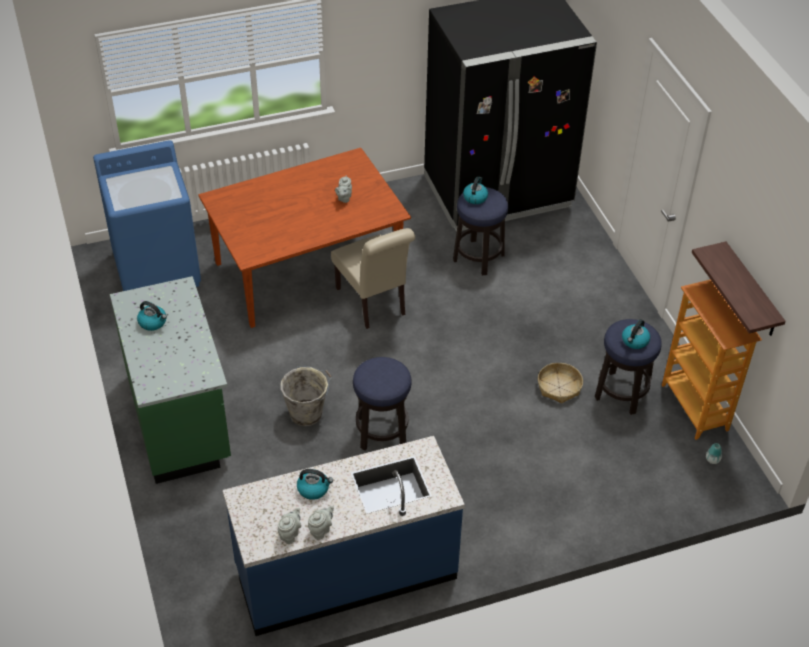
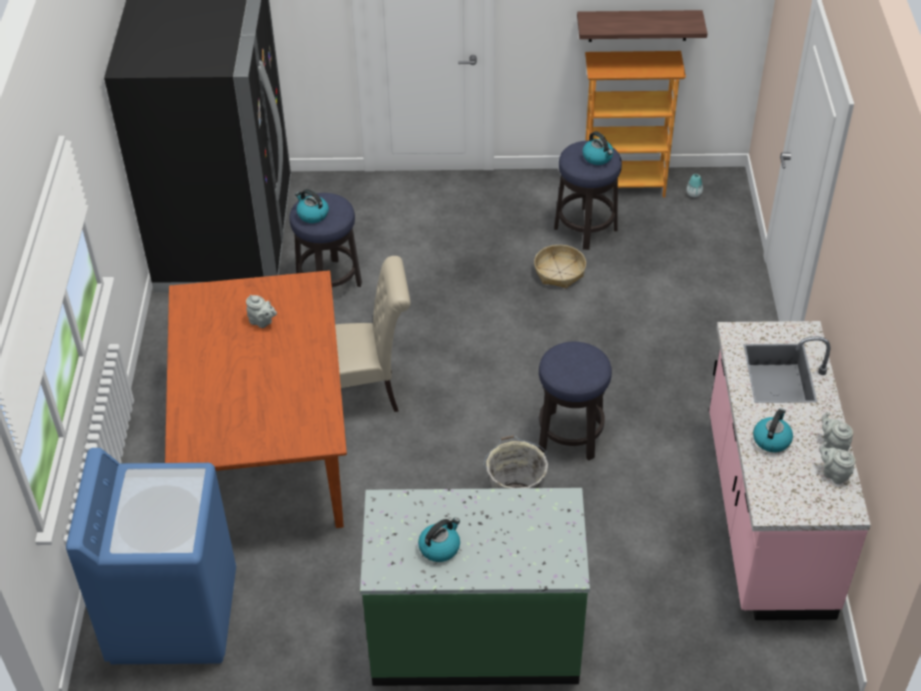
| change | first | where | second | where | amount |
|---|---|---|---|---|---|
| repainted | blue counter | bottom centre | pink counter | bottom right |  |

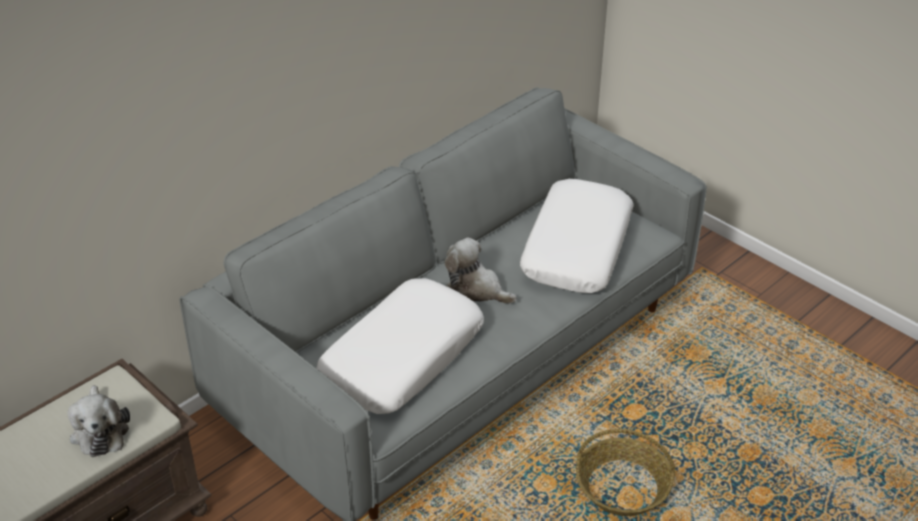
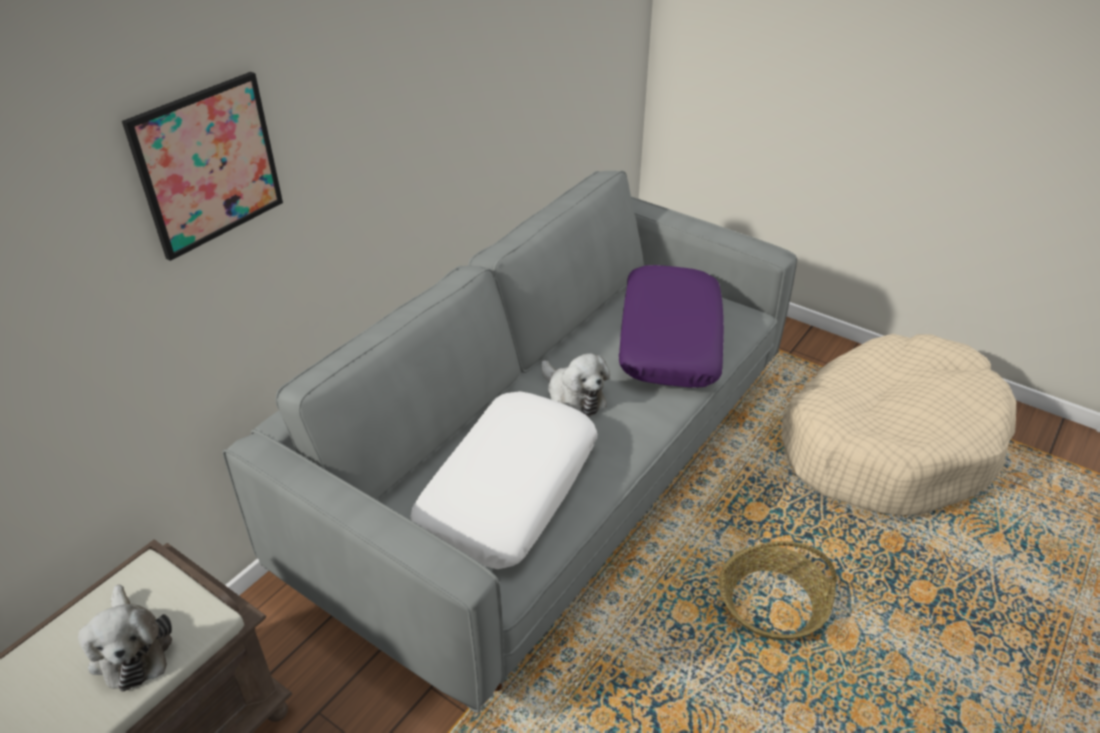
| change | first | where | second | where | amount |
|---|---|---|---|---|---|
| rotated | plush toy (no. 2 from left) | centre |  | centre | 150 degrees counterclockwise |
| repainted | white pillow (no. 2 from left) | centre | purple pillow | centre |  |
| new |  |  | picture | top left |  |
| new |  |  | beige dog bed | middle right |  |

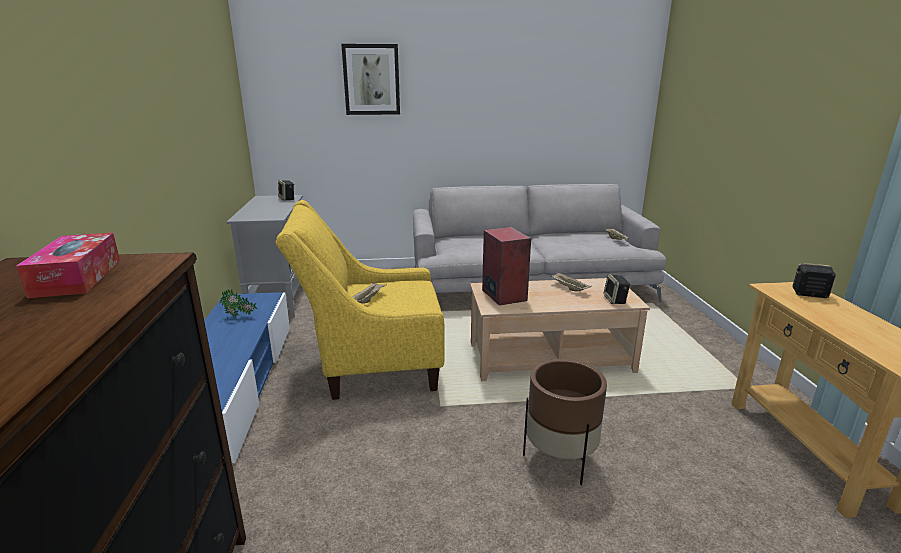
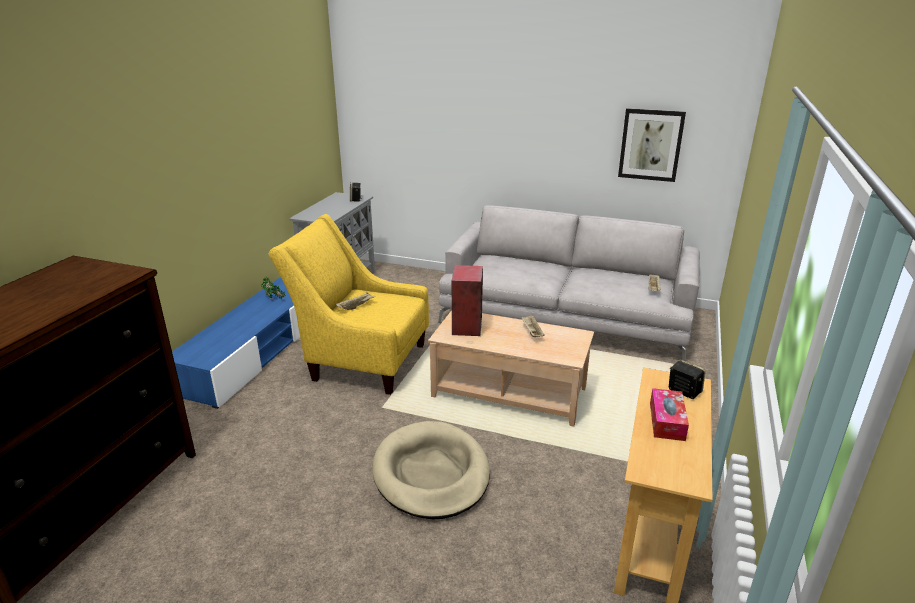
| change | first | where | second | where | amount |
|---|---|---|---|---|---|
| shifted | tissue box | middle left |  | bottom right |  |
| shifted | picture | top centre |  | top right |  |
| swapped | brown planter | bottom centre | beige dog bed | bottom centre |  |
| gone | speaker (no. 3 from left) | middle right |  |  |  |

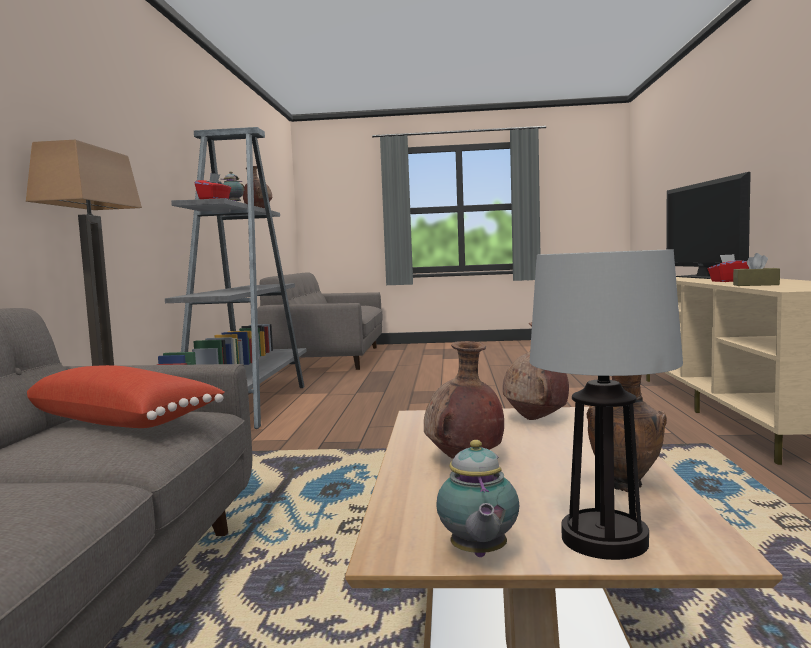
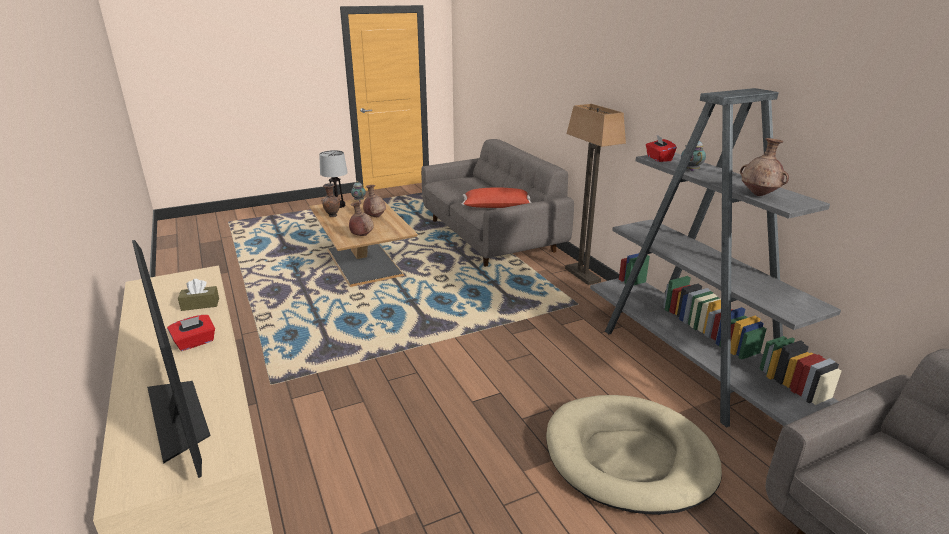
| change | first | where | second | where | amount |
|---|---|---|---|---|---|
| new |  |  | beige dog bed | bottom right |  |

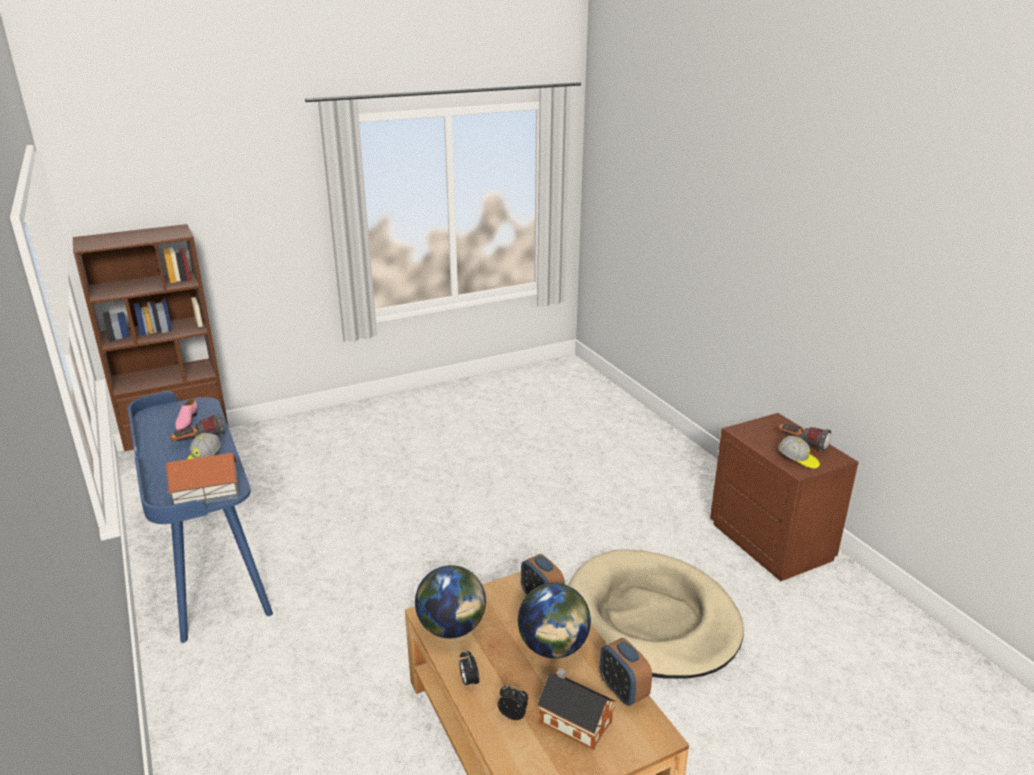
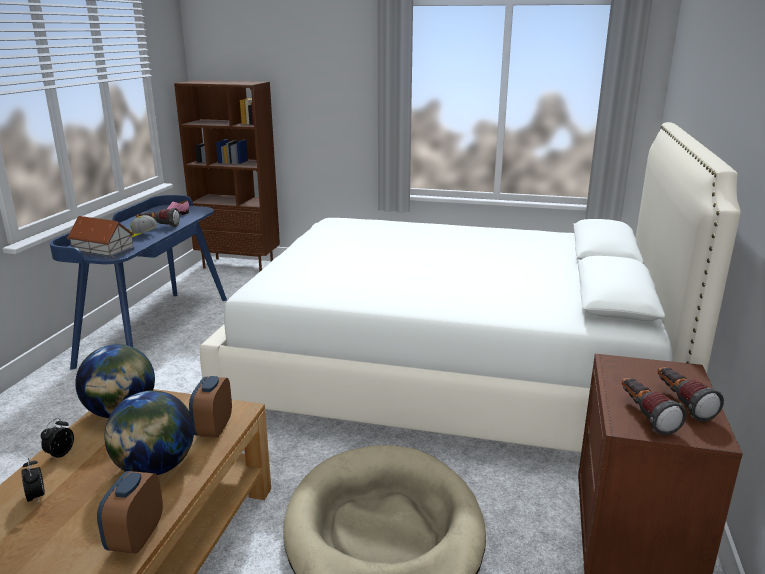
| change | first | where | second | where | amount |
|---|---|---|---|---|---|
| gone | toy house (no. 2 from left) | bottom centre |  |  |  |
| swapped | cap (no. 2 from left) | middle right | flashlight (no. 2 from left) | bottom right |  |
| new |  |  | white bed | centre |  |

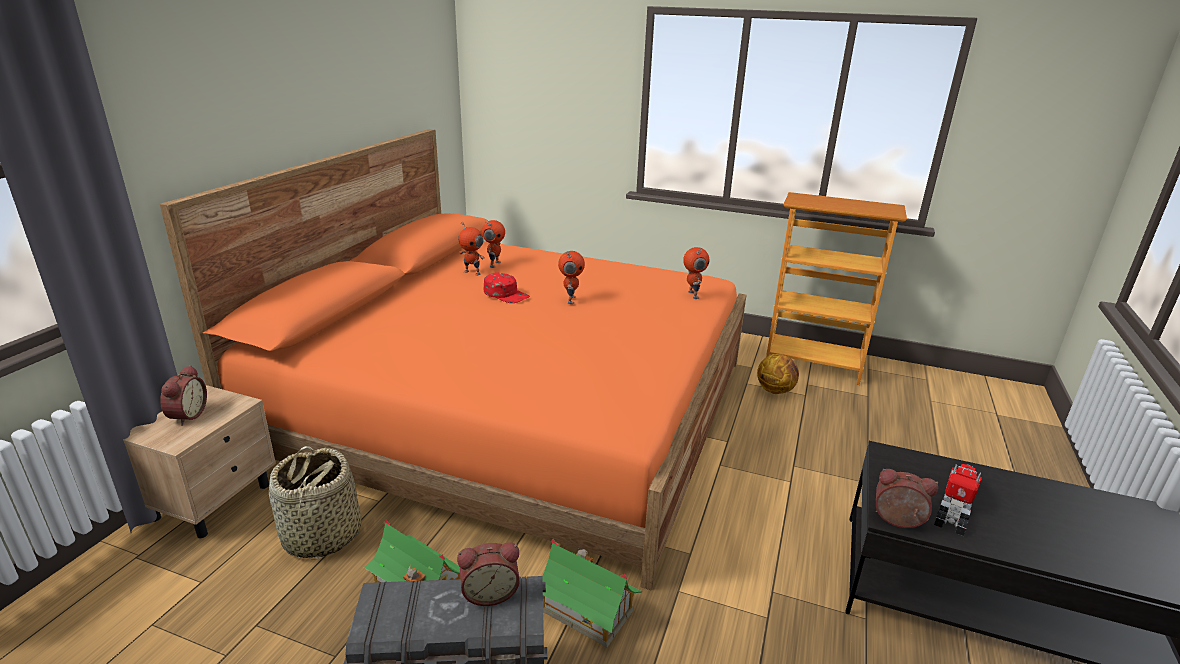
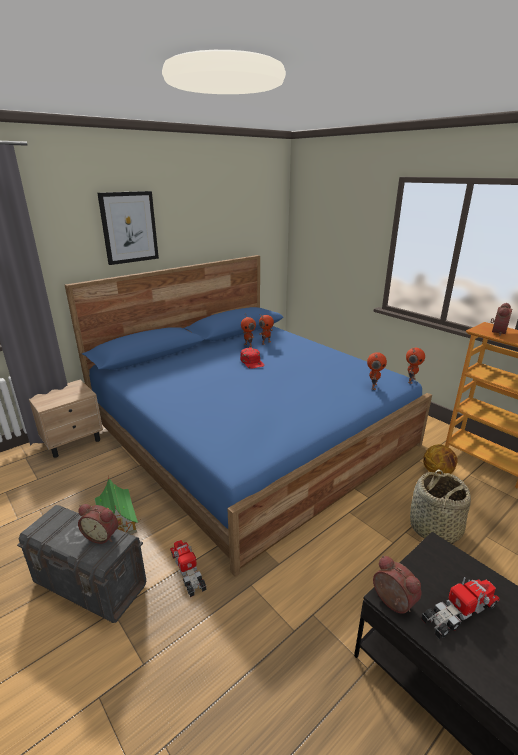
| change | first | where | second | where | amount |
|---|---|---|---|---|---|
| repainted | orange bed | centre | blue bed | centre |  |
| shifted | alarm clock (no. 1 from left in the first image) | middle left | alarm clock (no. 3 from left) | middle right |  |
| shifted | basket | bottom left |  | bottom right |  |
| swapped | toy house (no. 2 from left) | bottom centre | toy truck (no. 1 from left) | bottom centre |  |
| shifted | toy robot (no. 3 from left in the first image) | centre | toy robot (no. 4 from left) | middle right |  |
| new |  |  | picture | top left |  |

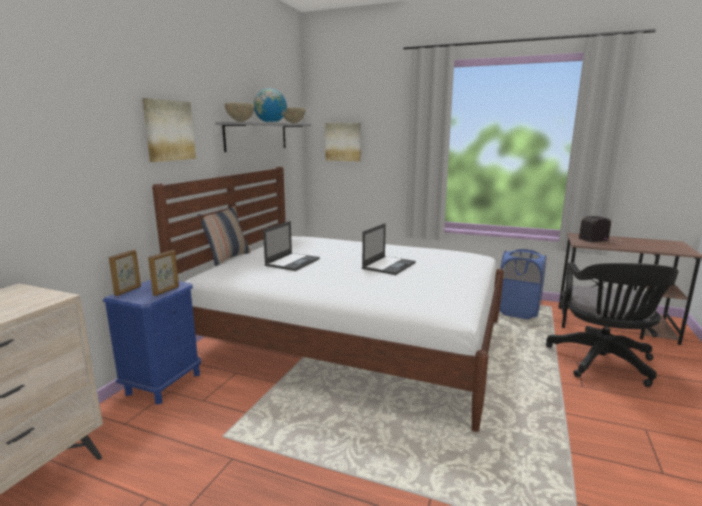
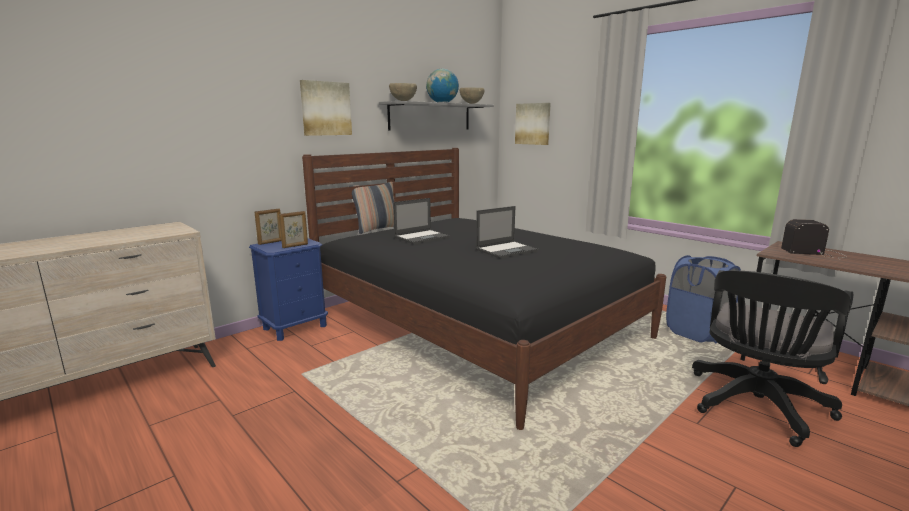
| change | first | where | second | where | amount |
|---|---|---|---|---|---|
| repainted | white bed | centre | black bed | centre |  |

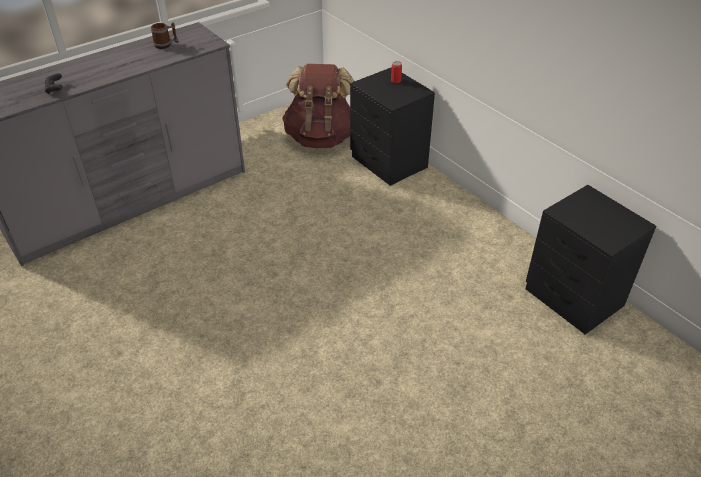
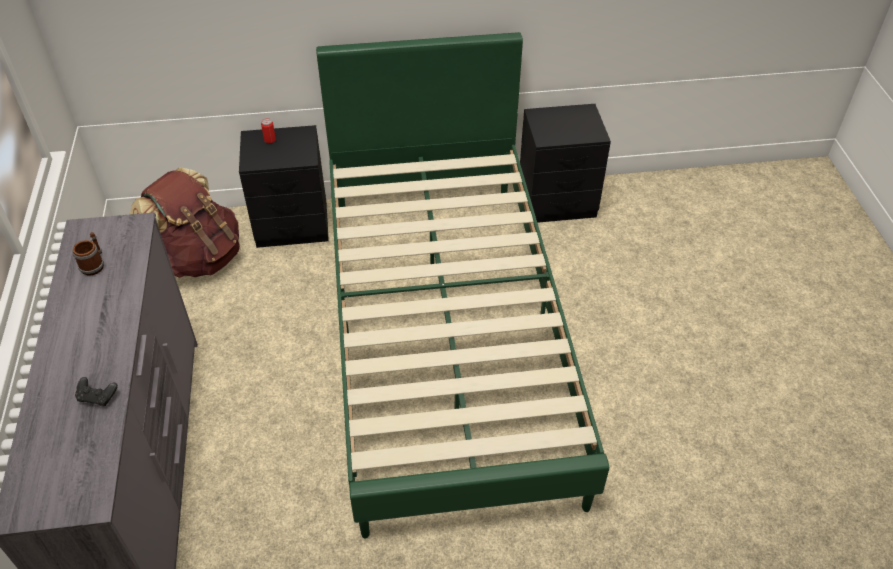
| change | first | where | second | where | amount |
|---|---|---|---|---|---|
| new |  |  | green bed | centre |  |

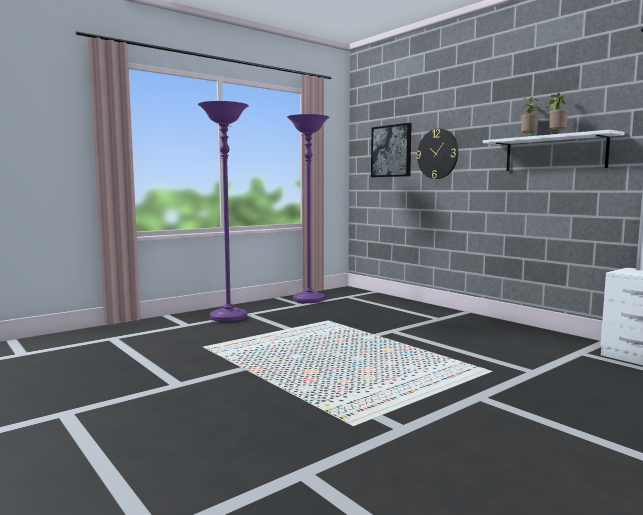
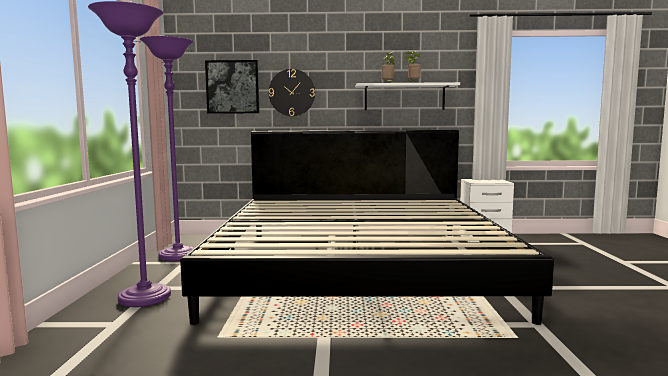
| change | first | where | second | where | amount |
|---|---|---|---|---|---|
| new |  |  | bed | centre |  |

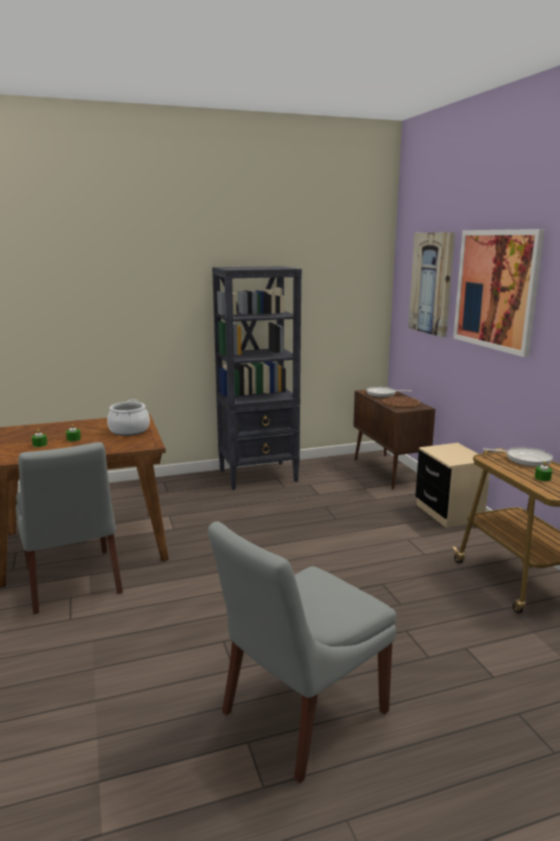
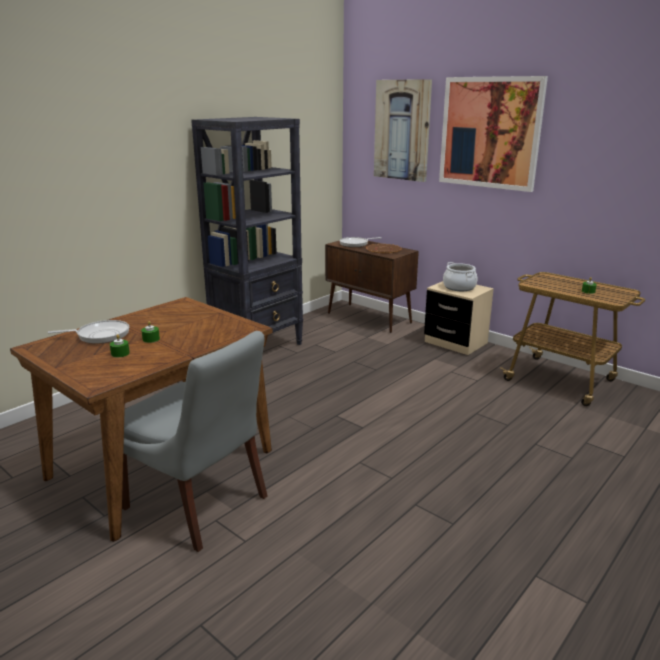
| change | first | where | second | where | amount |
|---|---|---|---|---|---|
| shifted | cooking pot | middle left |  | middle right |  |
| gone | grey chair (no. 2 from left) | bottom centre |  |  |  |
| shifted | frying pan (no. 2 from left in the first image) | middle right | frying pan (no. 1 from left) | middle left |  |

